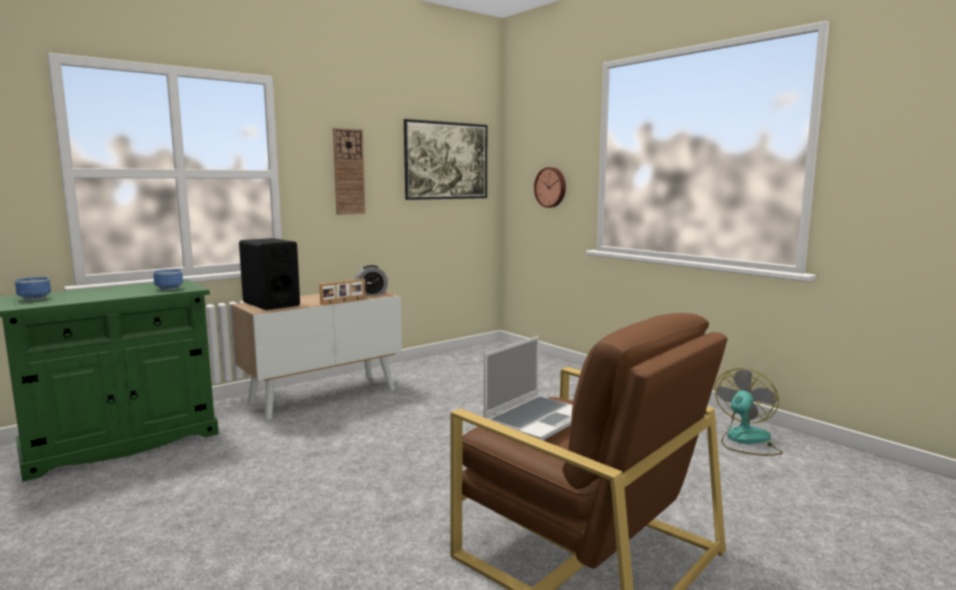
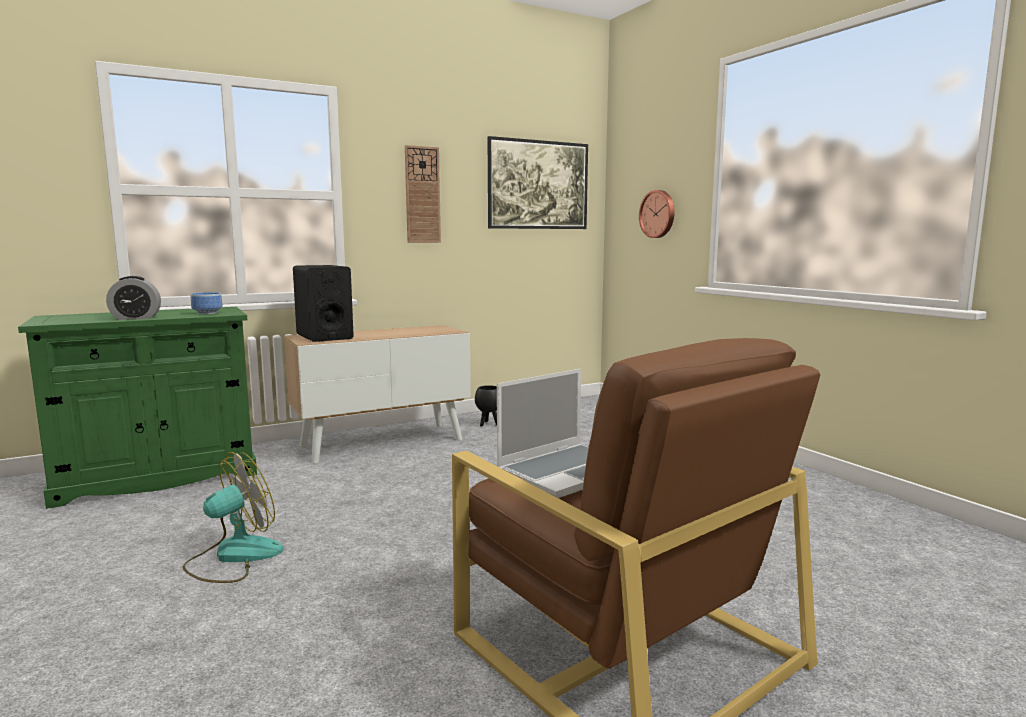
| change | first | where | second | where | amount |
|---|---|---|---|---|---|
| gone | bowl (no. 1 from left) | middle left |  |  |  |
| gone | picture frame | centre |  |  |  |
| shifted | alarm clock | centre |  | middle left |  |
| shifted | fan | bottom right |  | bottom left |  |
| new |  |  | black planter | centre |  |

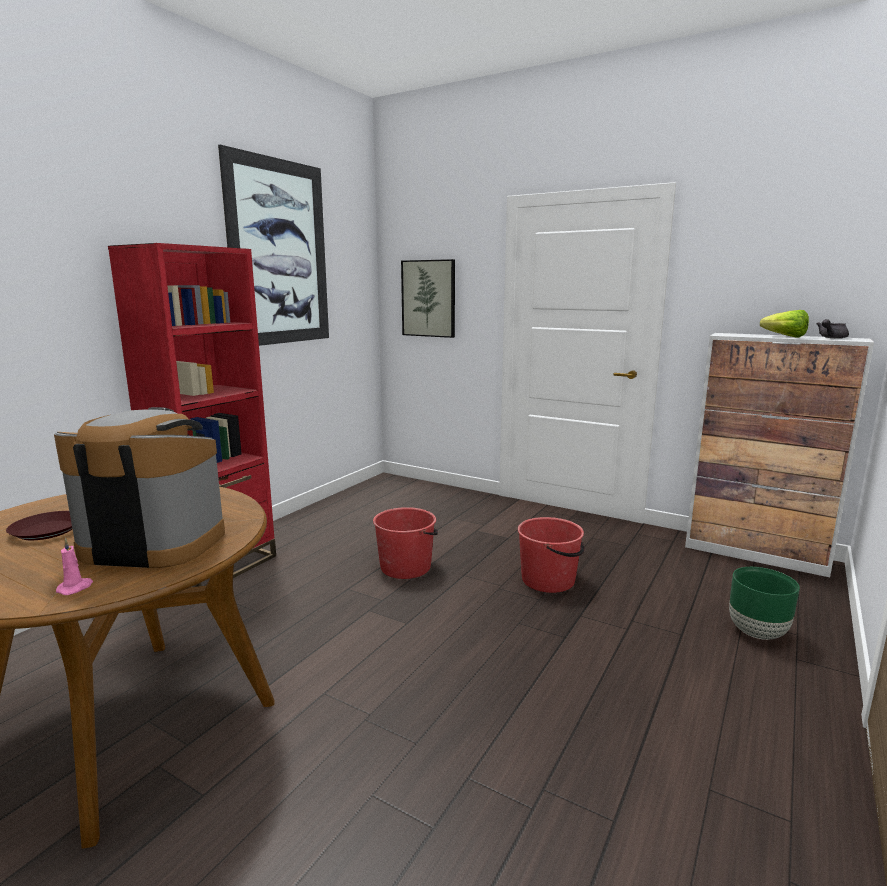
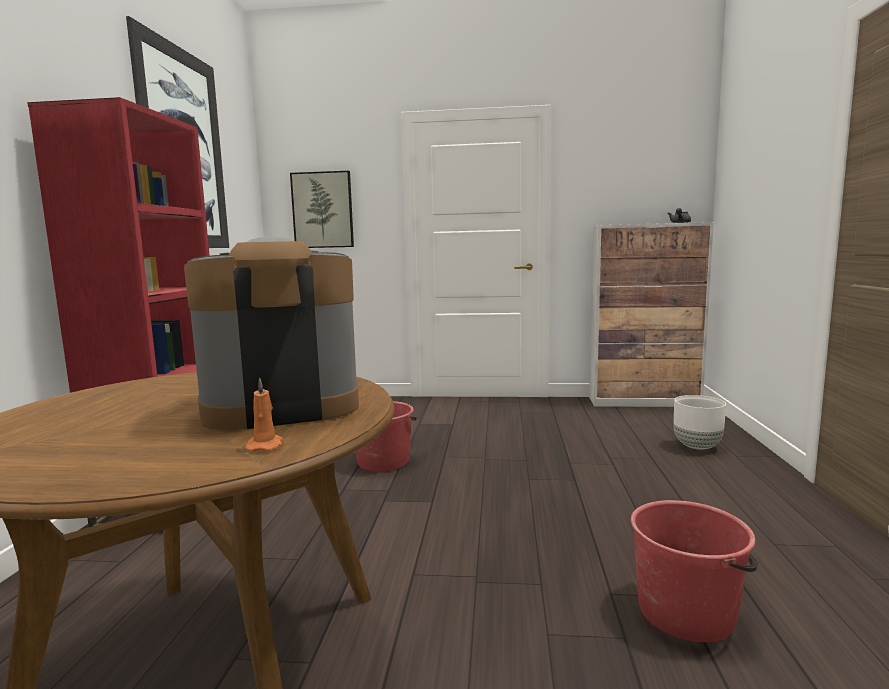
| change | first | where | second | where | amount |
|---|---|---|---|---|---|
| gone | brown plate | middle left |  |  |  |
| repainted | pink candle | middle left | orange candle | middle left |  |
| shifted | red bucket (no. 2 from left) | centre |  | bottom right |  |
| repainted | green planter | bottom right | white planter | middle right |  |
| gone | lettuce | middle right |  |  |  |

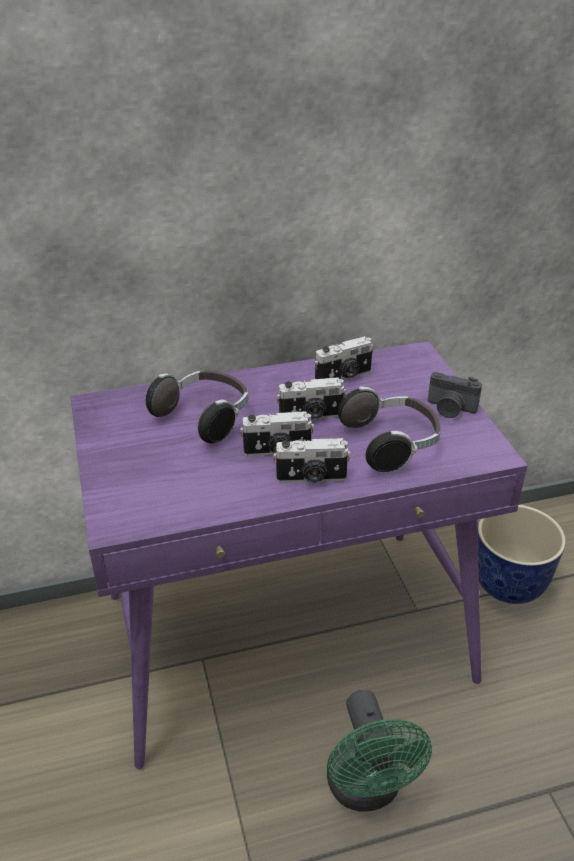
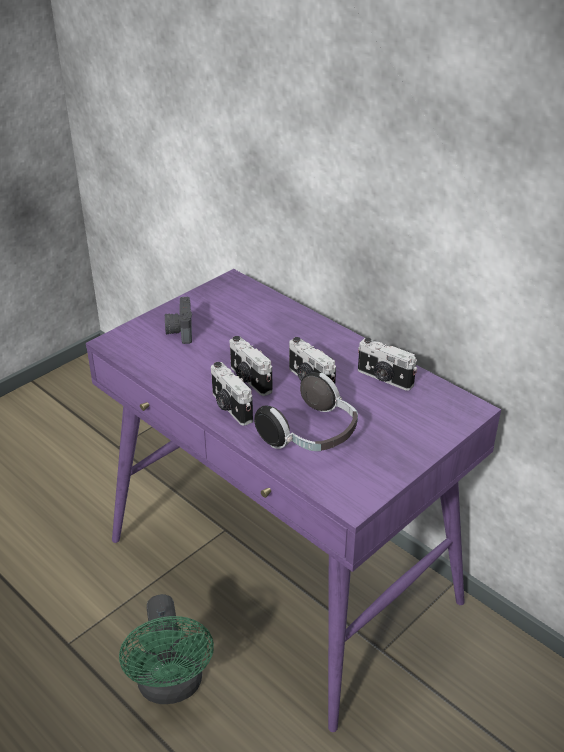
| change | first | where | second | where | amount |
|---|---|---|---|---|---|
| gone | headphones (no. 1 from left) | centre |  |  |  |
| rotated | green fan | bottom centre |  | bottom left | 60 degrees counterclockwise |
| shifted | photo camera (no. 5 from left in the first image) | middle right | photo camera (no. 1 from left) | middle left |  |
| gone | planter | middle right |  |  |  |

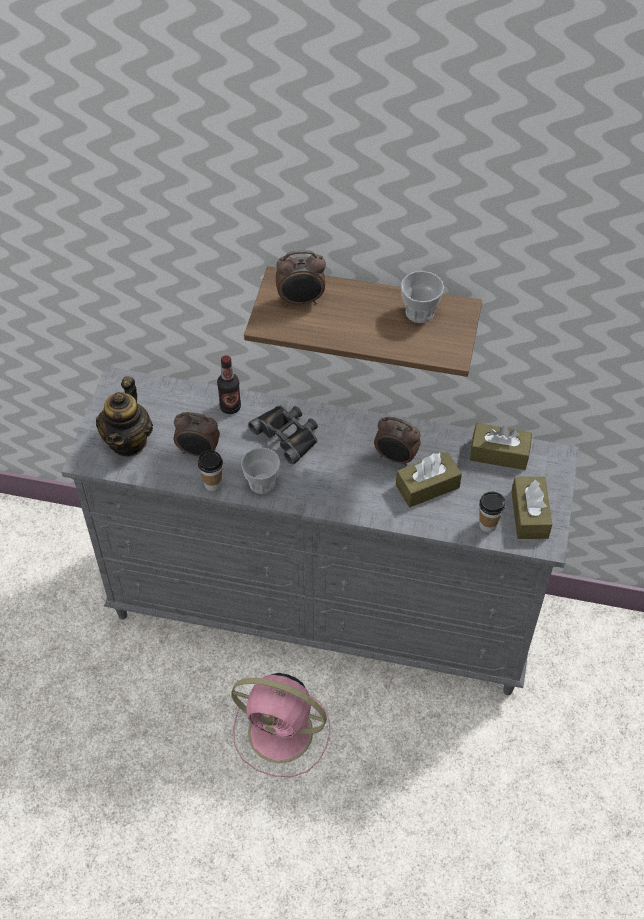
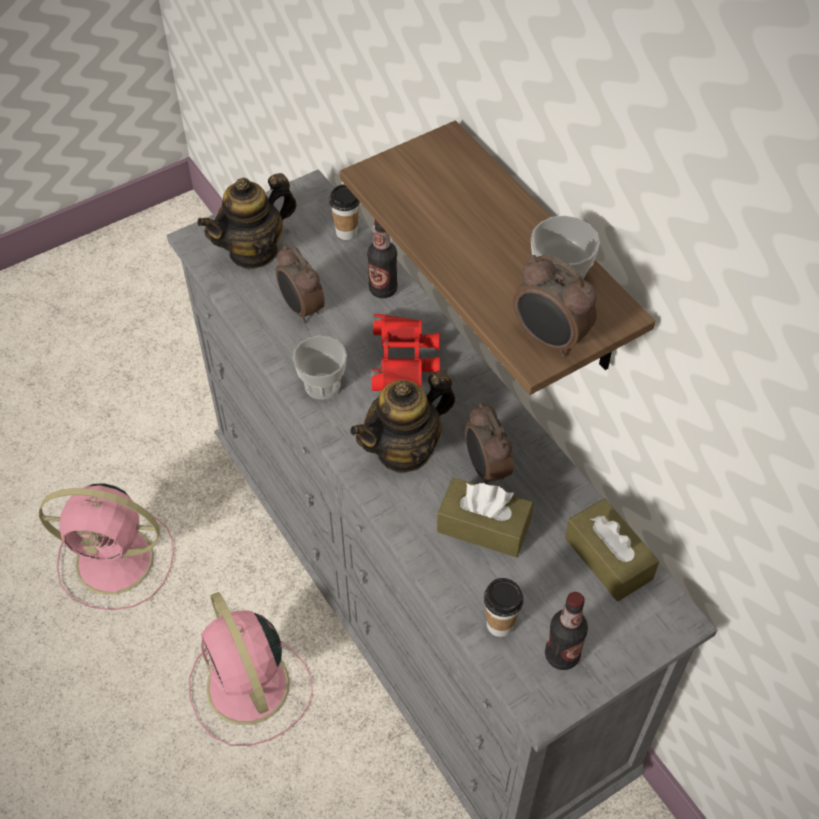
| change | first | where | second | where | amount |
|---|---|---|---|---|---|
| shifted | cup (no. 1 from left in the first image) | middle left | cup (no. 2 from left) | top centre |  |
| repainted | black binoculars | centre | red binoculars | centre |  |
| shifted | alarm clock (no. 2 from left in the first image) | top centre | alarm clock (no. 3 from left) | middle right |  |
| swapped | brown tissue box (no. 3 from left) | middle right | bottle (no. 2 from left) | bottom right |  |
| new |  |  | pink fan (no. 1 from left) | bottom left |  |
| new |  |  | teapot (no. 2 from left) | centre |  |

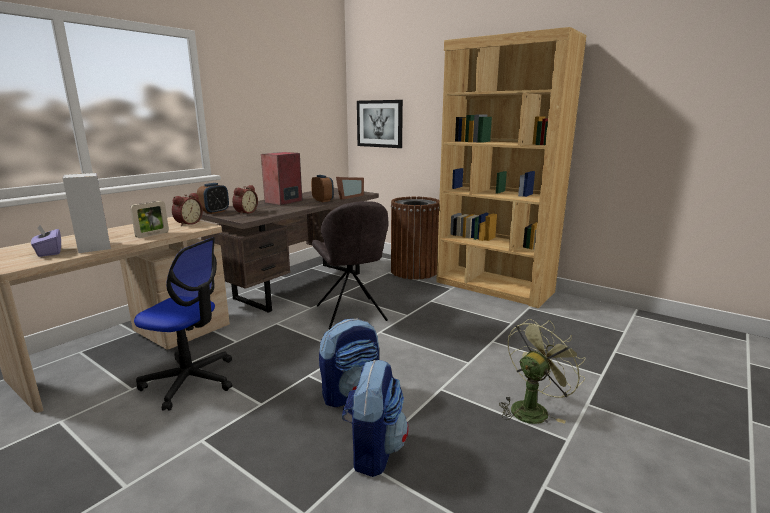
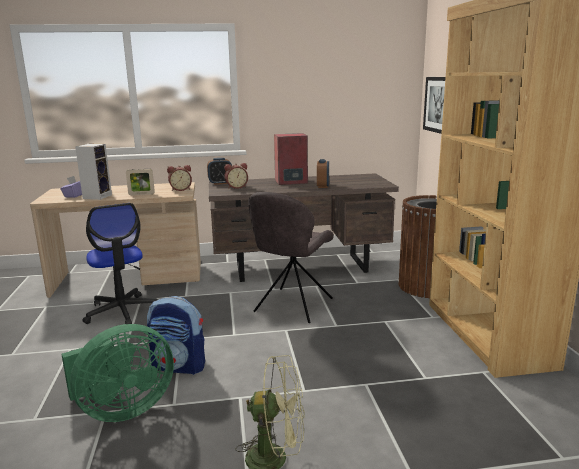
| change | first | where | second | where | amount |
|---|---|---|---|---|---|
| gone | picture frame (no. 2 from left) | centre |  |  |  |
| swapped | backpack (no. 2 from left) | bottom centre | green fan (no. 1 from left) | bottom left |  |

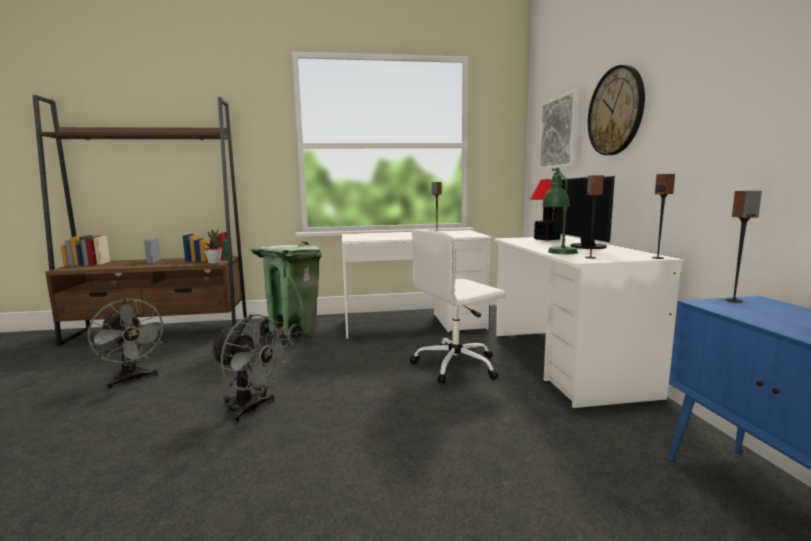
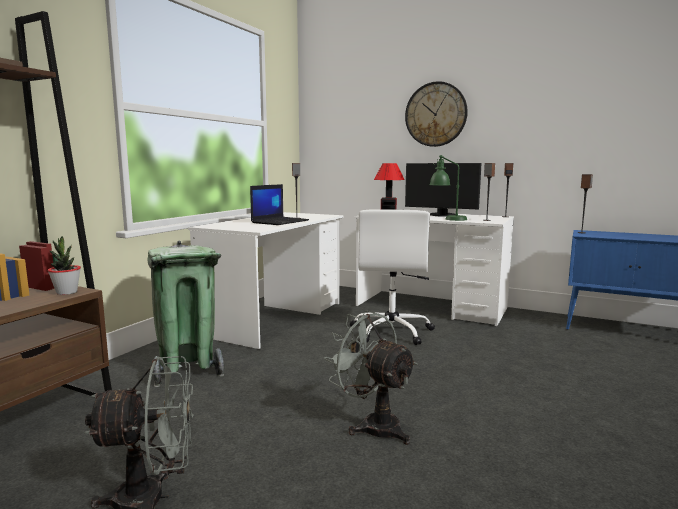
| change | first | where | second | where | amount |
|---|---|---|---|---|---|
| rotated | grey fan (no. 2 from left) | bottom left |  | bottom centre | 105 degrees counterclockwise |
| gone | picture | top right |  |  |  |
| new |  |  | laptop | centre |  |

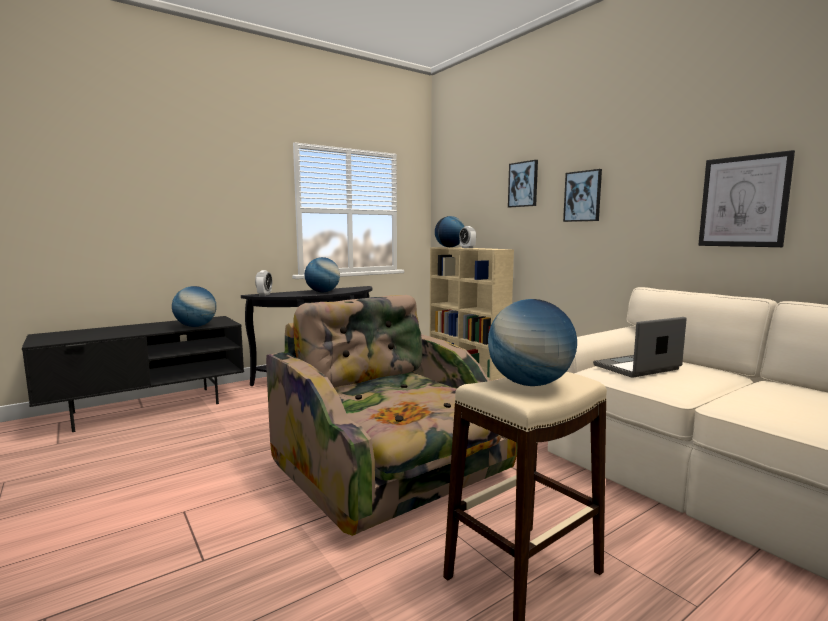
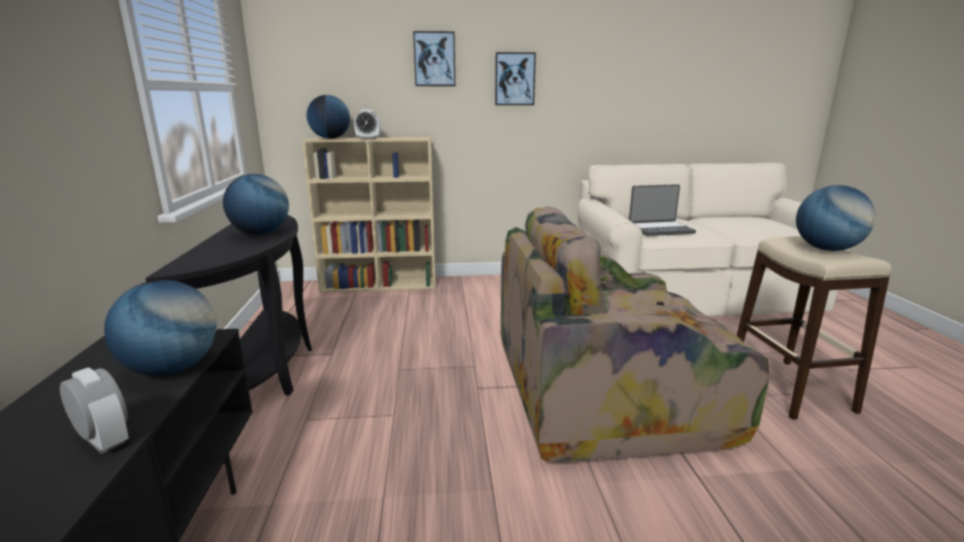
| change | first | where | second | where | amount |
|---|---|---|---|---|---|
| shifted | alarm clock (no. 1 from left) | middle left |  | bottom left |  |
| rotated | laptop | middle right |  | middle right | 105 degrees counterclockwise |
| gone | picture (no. 3 from left) | top right |  |  |  |

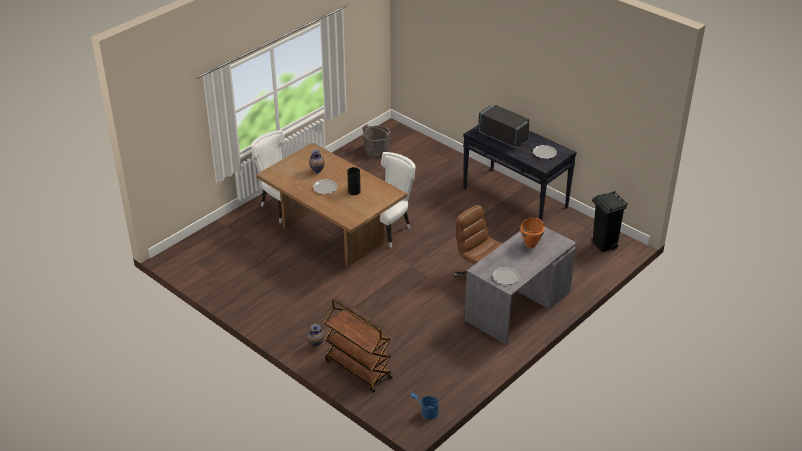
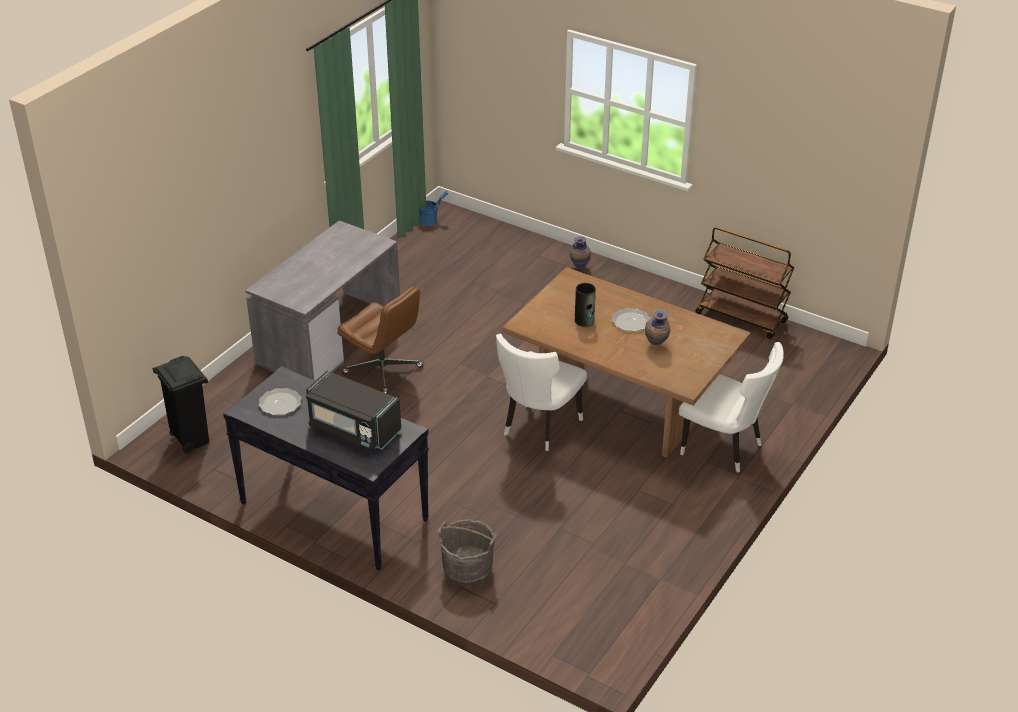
| change | first | where | second | where | amount |
|---|---|---|---|---|---|
| shifted | brown cart | bottom centre |  | middle right |  |
| shifted | grey bucket | top centre |  | bottom centre |  |
| gone | plate (no. 2 from left) | centre |  |  |  |
| gone | orange cooking pot | centre |  |  |  |

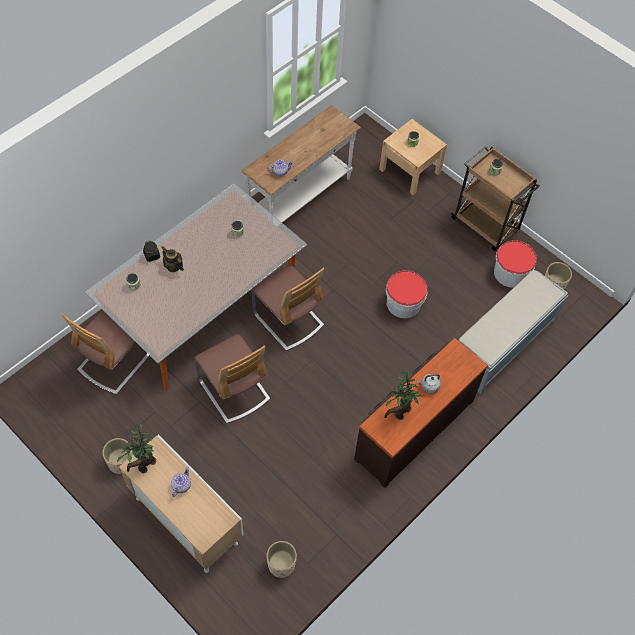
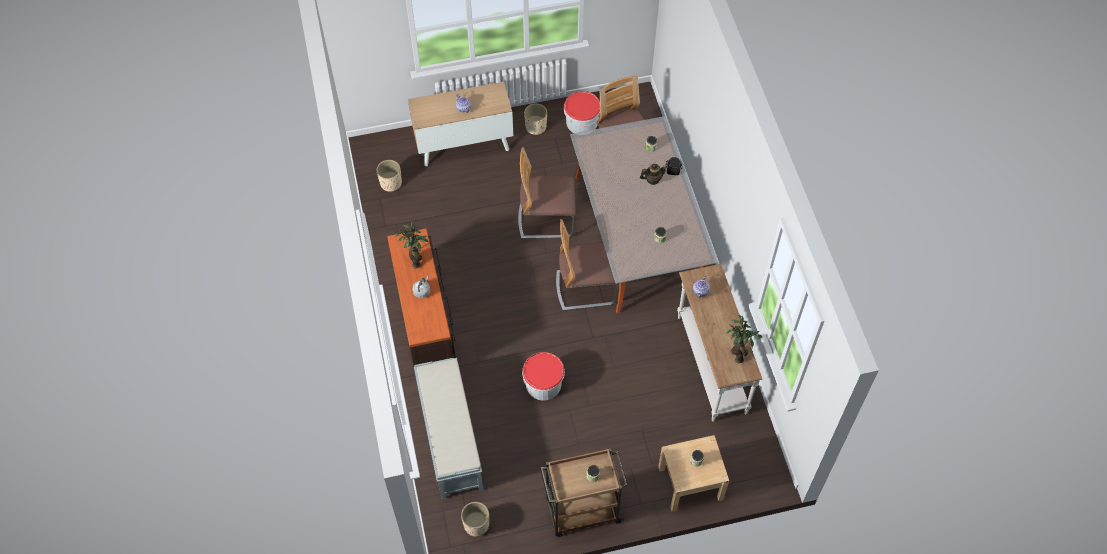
| change | first | where | second | where | amount |
|---|---|---|---|---|---|
| shifted | potted plant (no. 1 from left in the first image) | bottom left | potted plant (no. 2 from left) | middle right |  |
| shifted | bucket (no. 2 from left) | middle right |  | top centre |  |

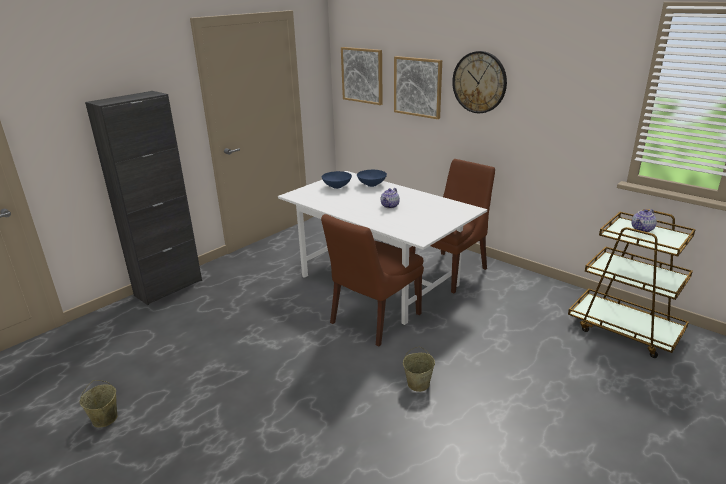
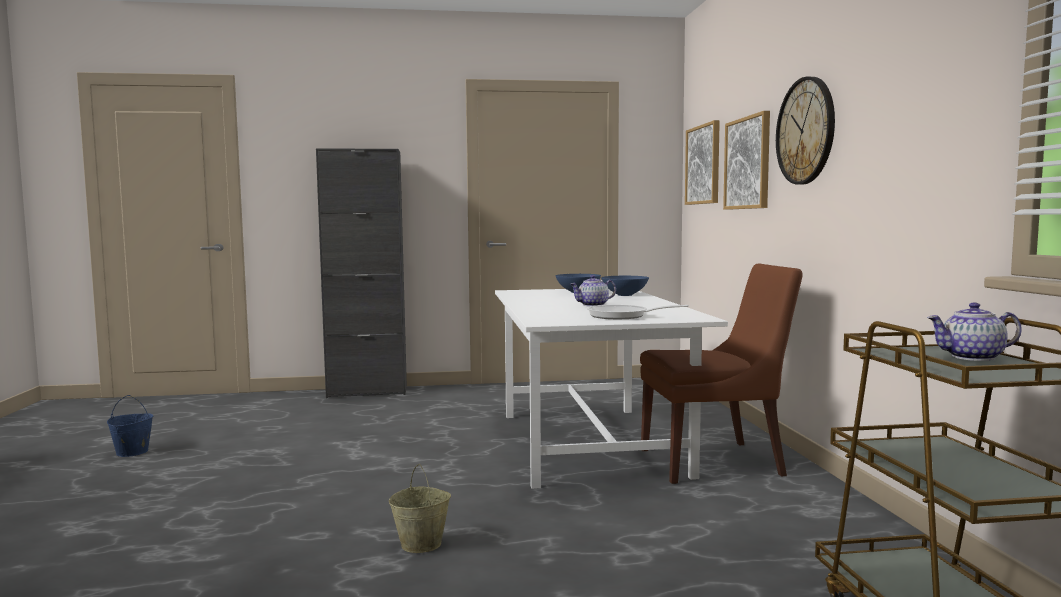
| change | first | where | second | where | amount |
|---|---|---|---|---|---|
| repainted | beige bucket (no. 1 from left) | bottom left | blue bucket | bottom left |  |
| gone | brown chair (no. 1 from left) | centre |  |  |  |
| new |  |  | frying pan | centre |  |

